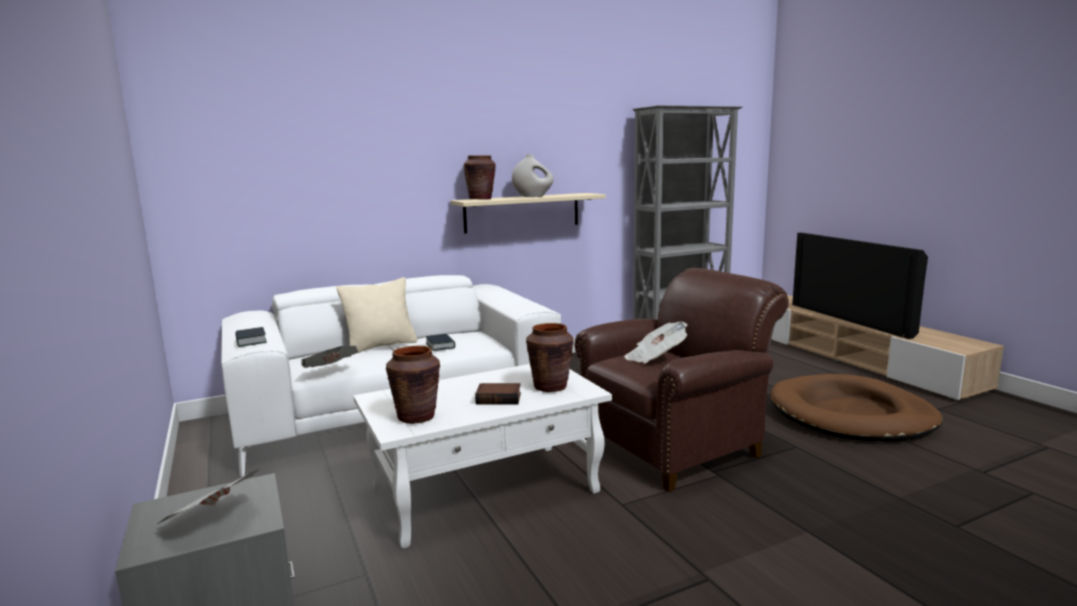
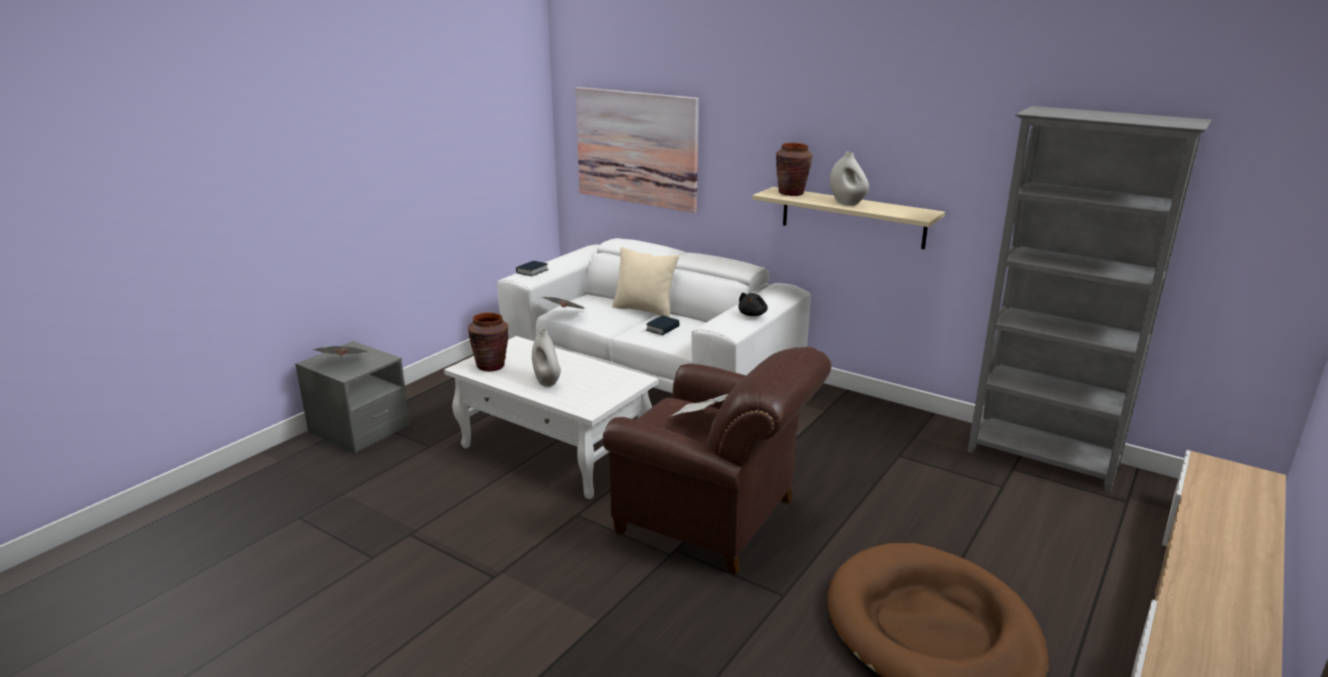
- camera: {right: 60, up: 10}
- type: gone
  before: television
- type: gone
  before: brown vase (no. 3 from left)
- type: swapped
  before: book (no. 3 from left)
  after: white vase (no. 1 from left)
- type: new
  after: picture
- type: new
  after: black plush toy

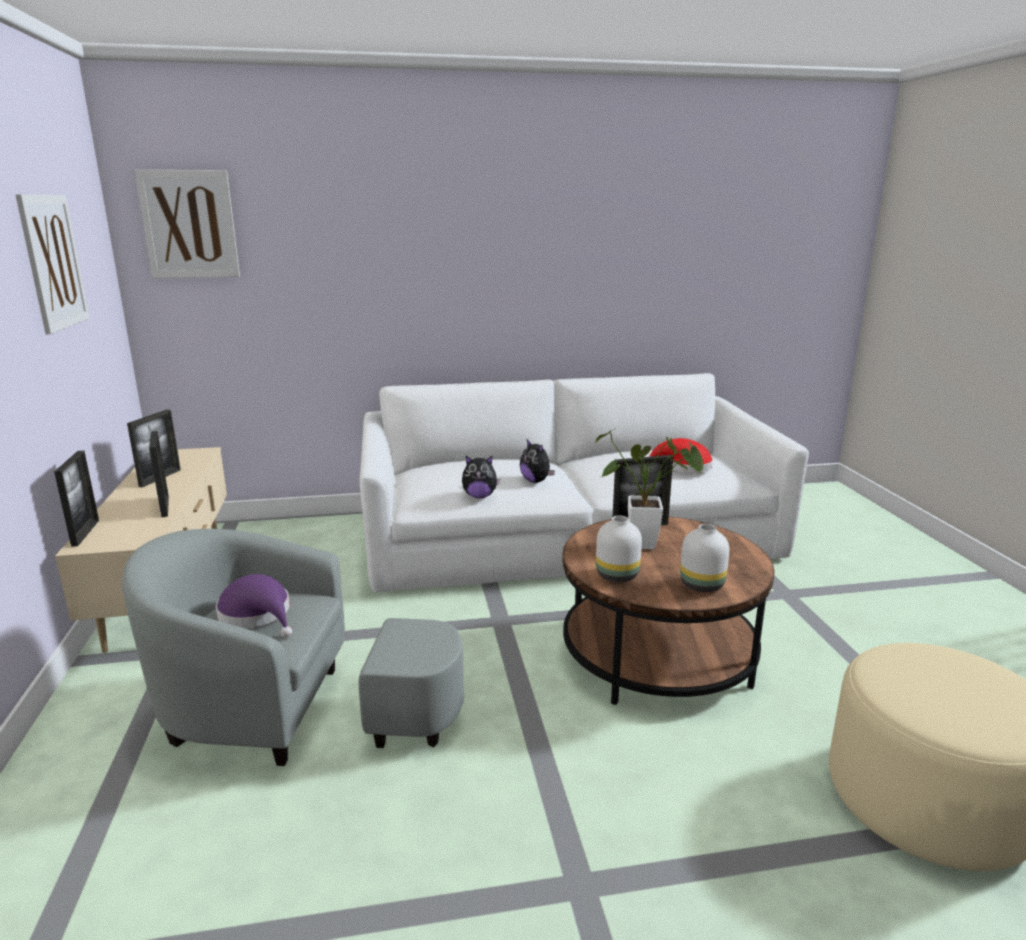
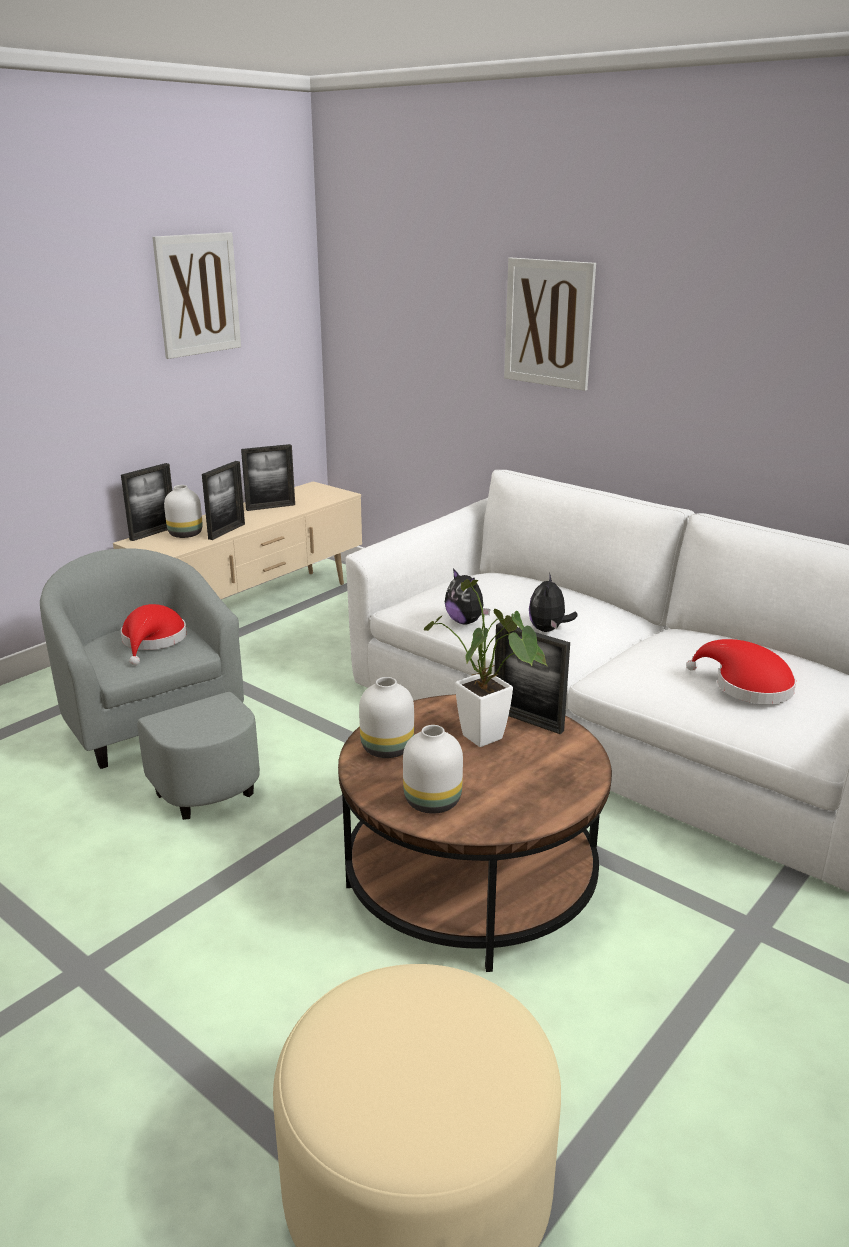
- camera: {right: 50, up: 5}
- type: shifted
  before: picture (no. 2 from left)
- type: repainted
  before: purple hat
  after: red hat (no. 1 from left)
- type: new
  after: white vase (no. 1 from left)

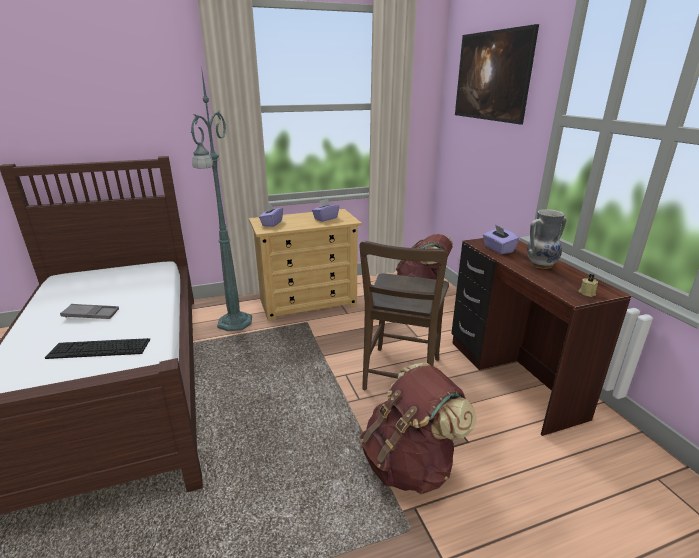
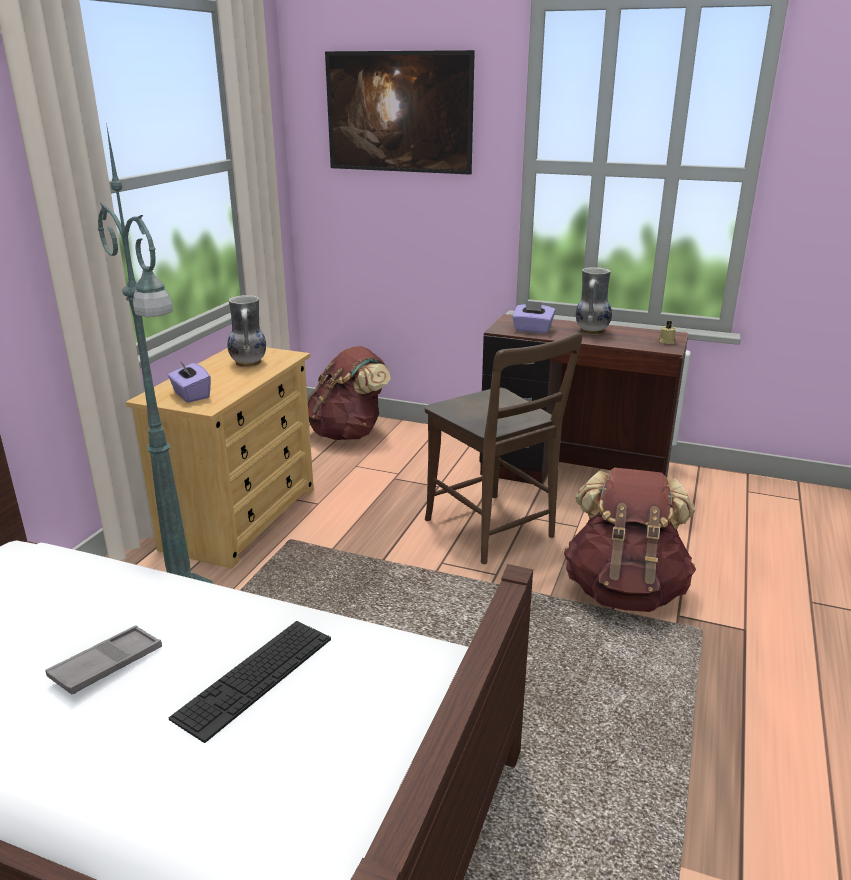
- camera: {right: -50, up: 0}
- type: swapped
  before: purple tissue box (no. 2 from left)
  after: vase (no. 1 from left)

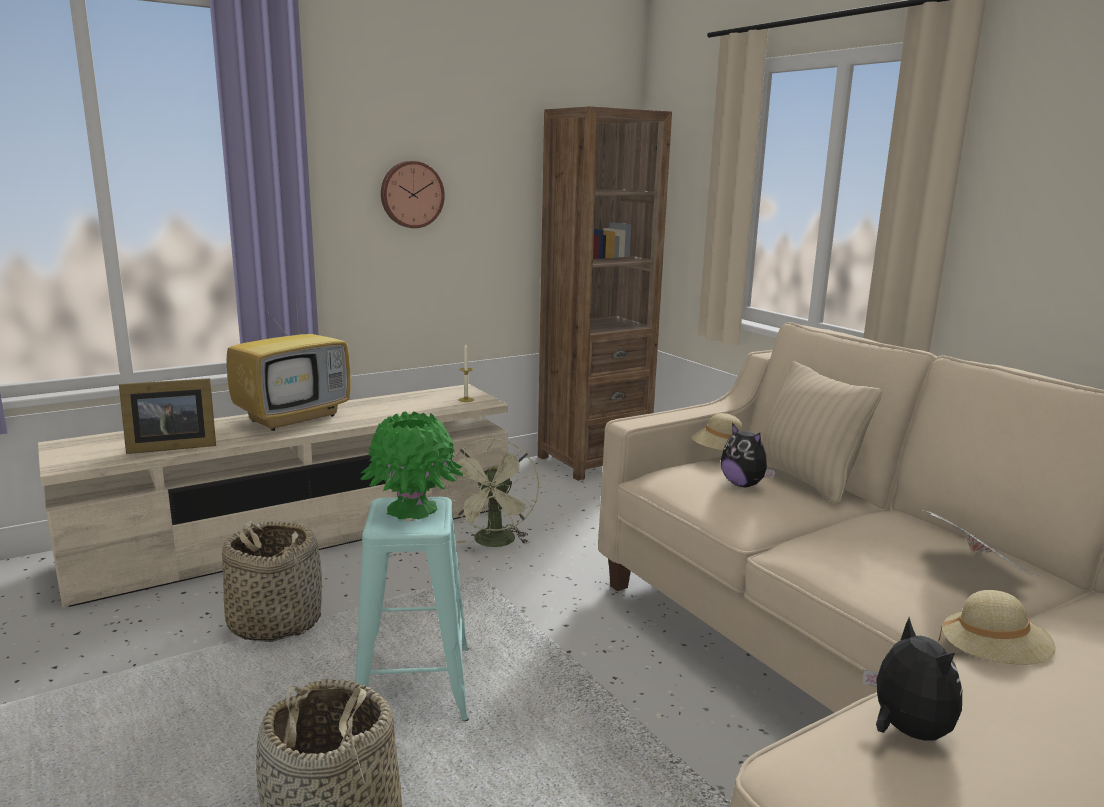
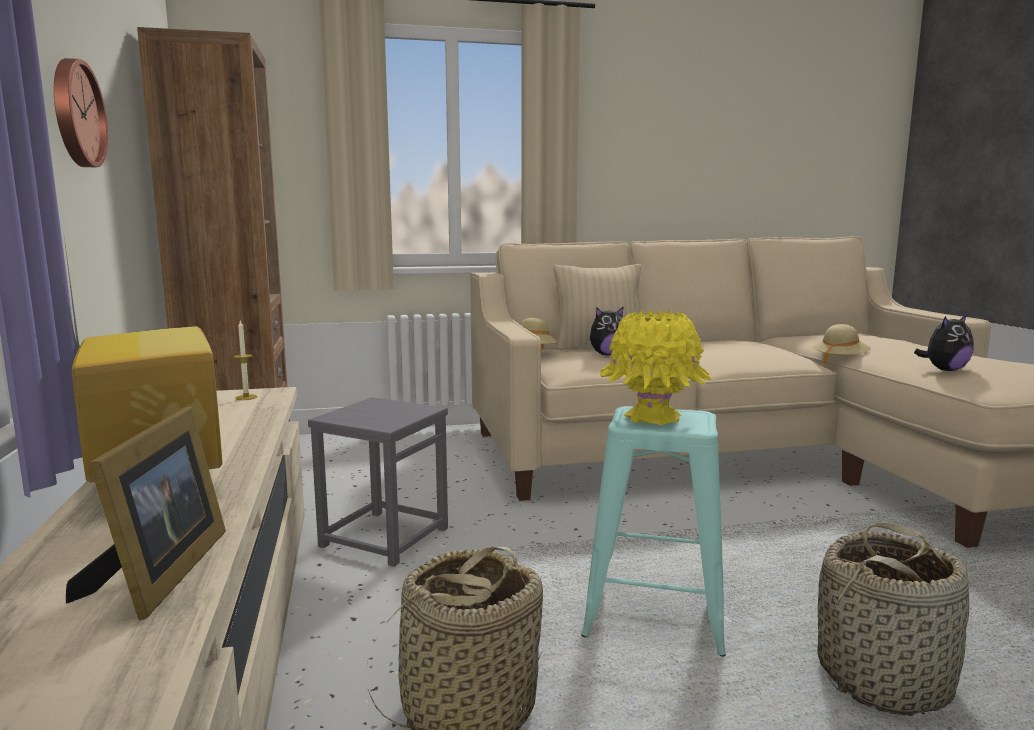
- camera: {right: -70, up: -5}
- type: repainted
  before: green vase
  after: yellow vase
- type: swapped
  before: green fan
  after: grey stool
- type: gone
  before: newspaper
- type: rotated
  before: plush toy (no. 2 from left)
  turn: 150

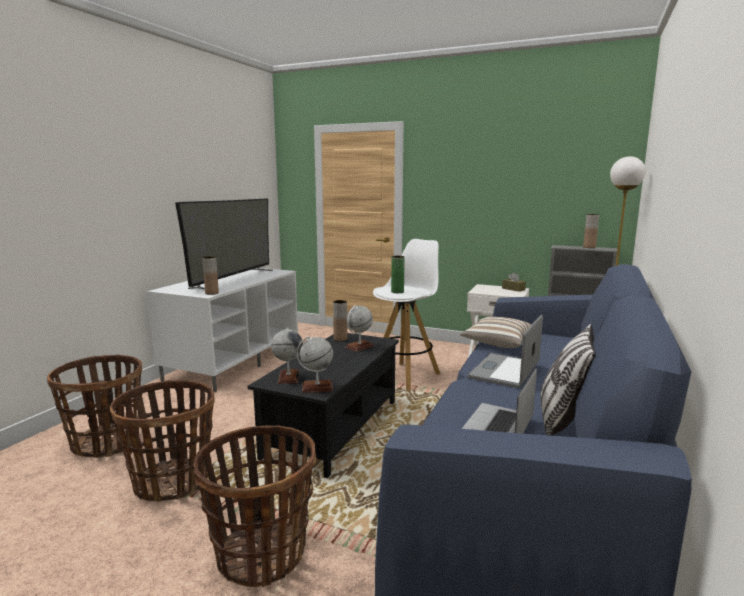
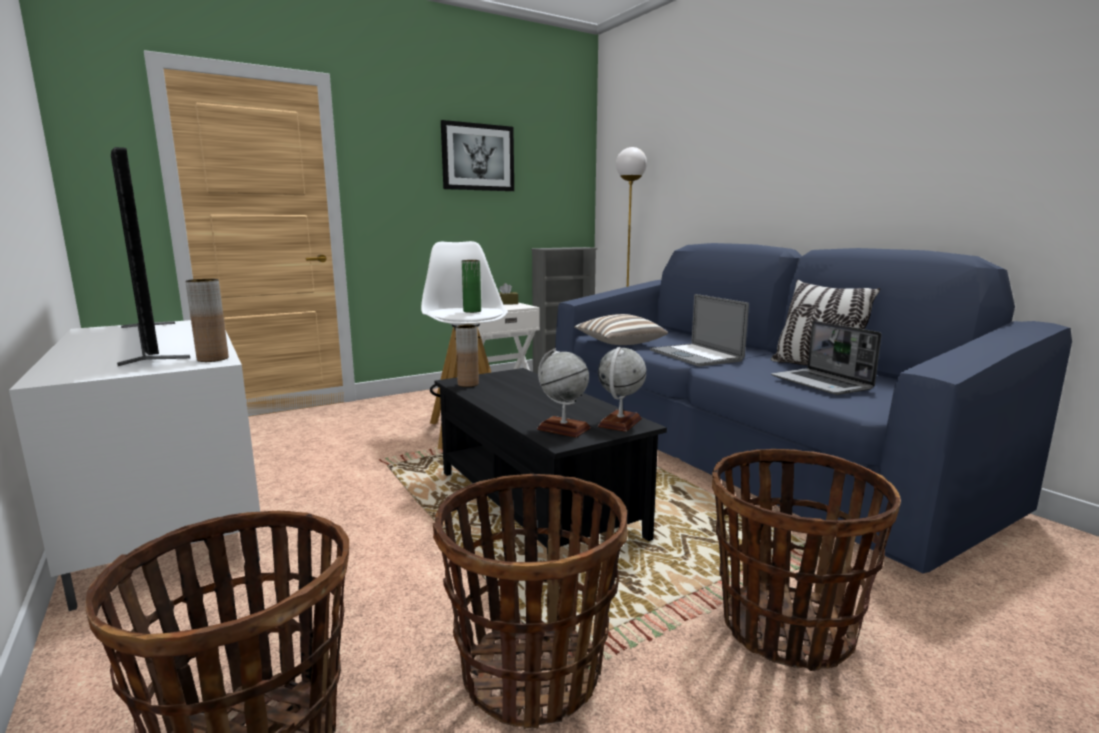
- camera: {right: -55, up: 0}
- type: gone
  before: brown vase (no. 3 from left)
- type: gone
  before: globe (no. 3 from left)
- type: new
  after: picture

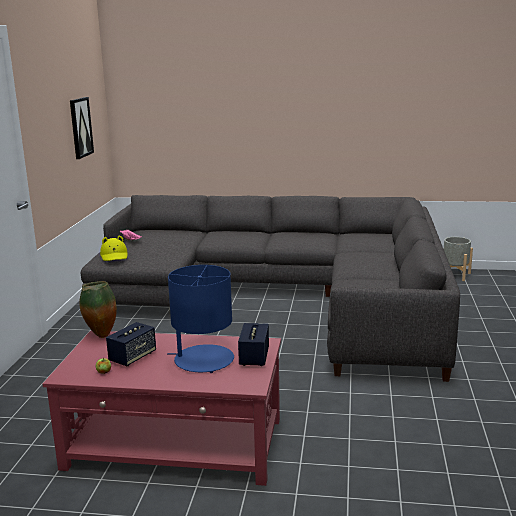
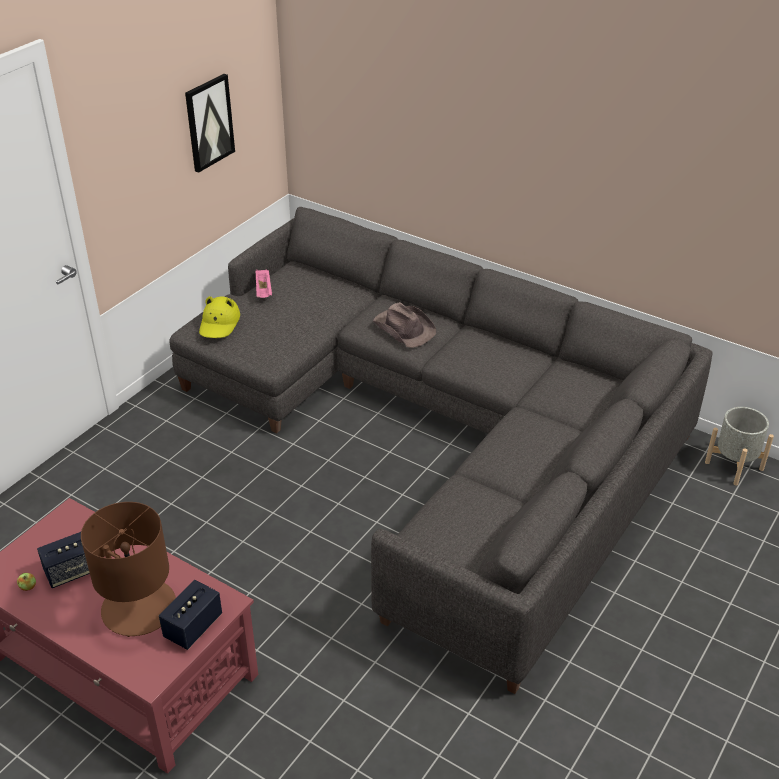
- camera: {right: 25, up: 20}
- type: repainted
  before: blue table lamp
  after: brown table lamp
- type: gone
  before: vase
- type: new
  after: brown hat

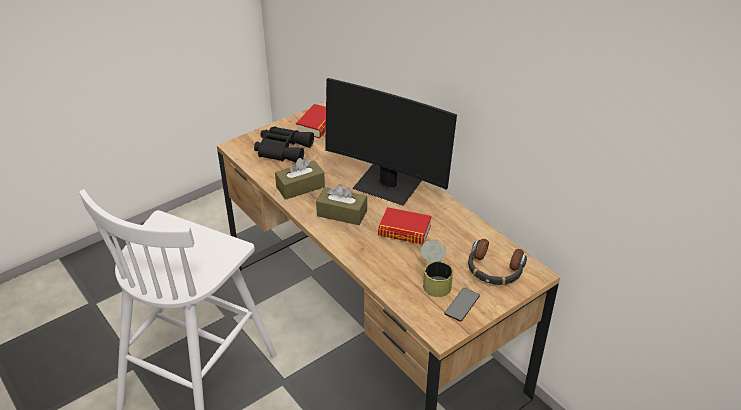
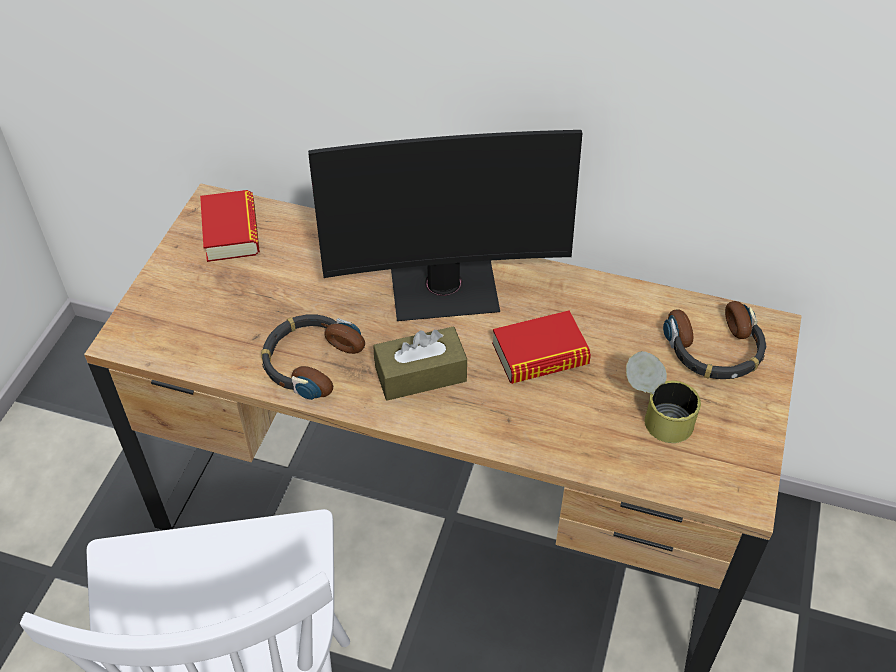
- camera: {right: -35, up: 10}
- type: gone
  before: black binoculars
- type: swapped
  before: brown tissue box (no. 1 from left)
  after: headphones (no. 1 from left)
- type: gone
  before: phone

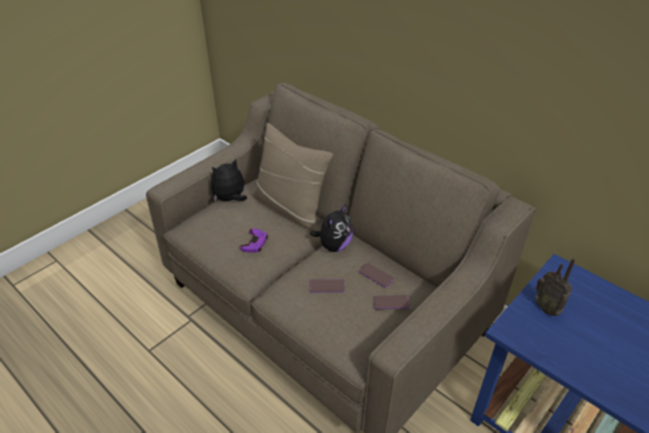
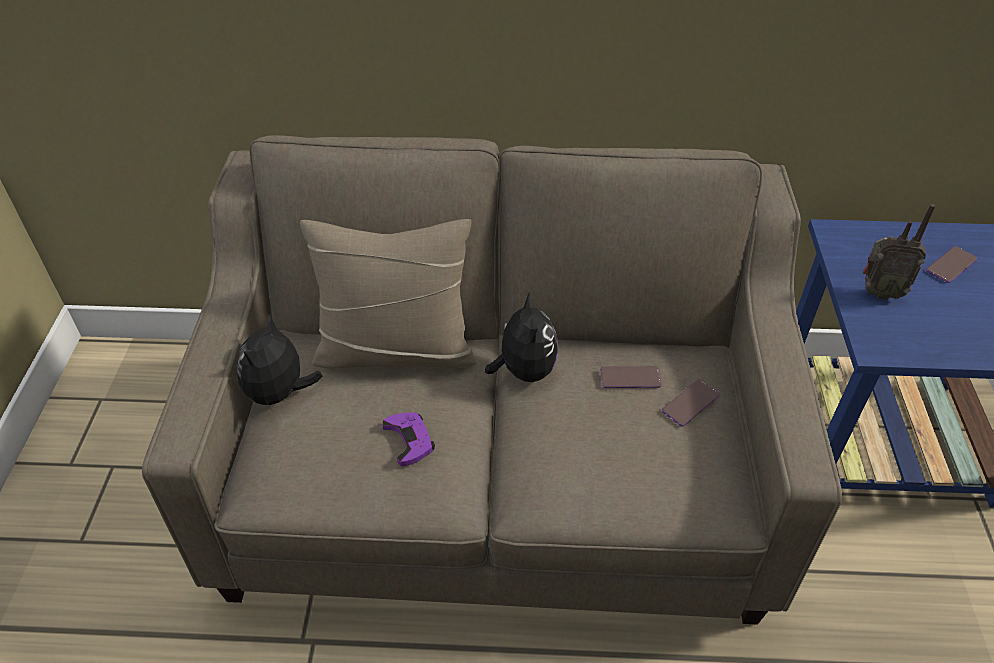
- camera: {right: -40, up: 5}
- type: shifted
  before: phone (no. 1 from left in the first image)
  after: phone (no. 3 from left)

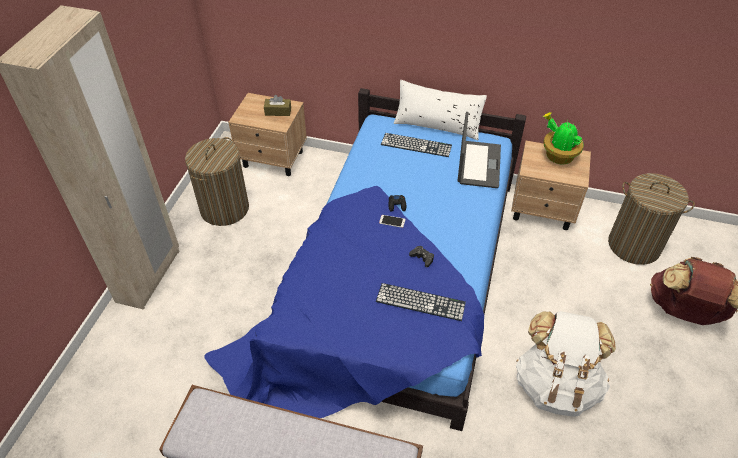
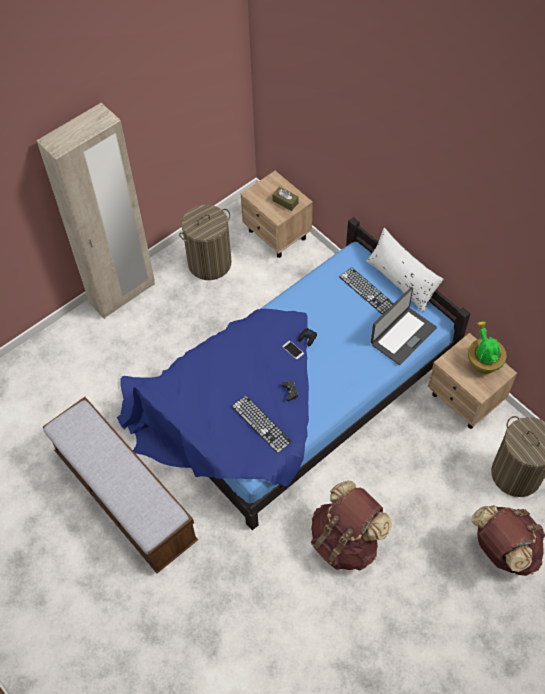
- camera: {right: 35, up: 10}
- type: repainted
  before: white backpack
  after: brown backpack (no. 1 from left)

